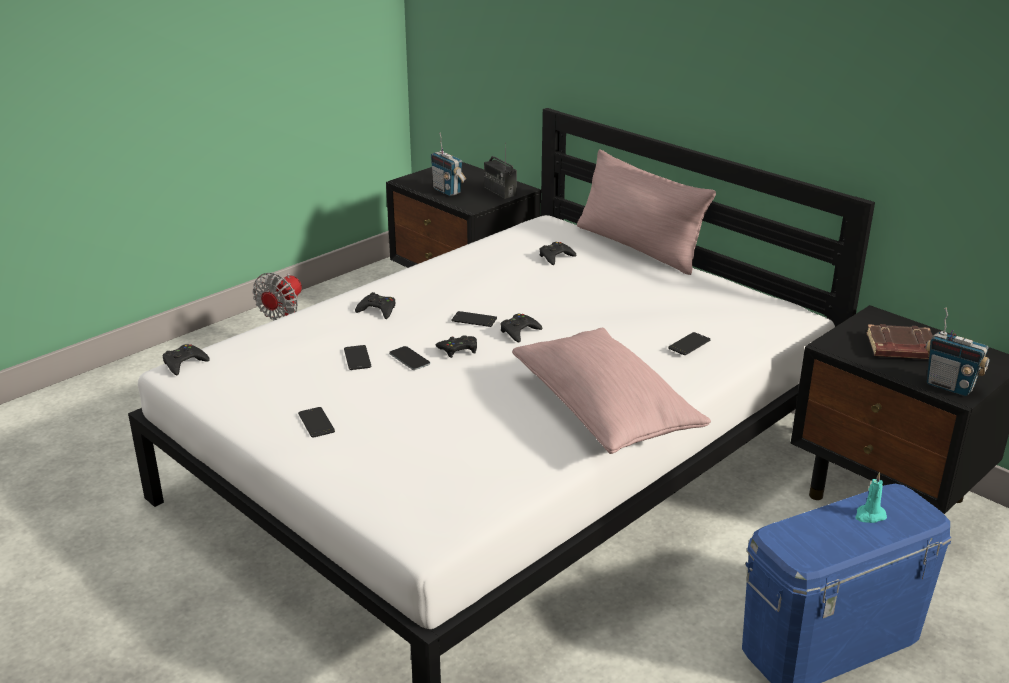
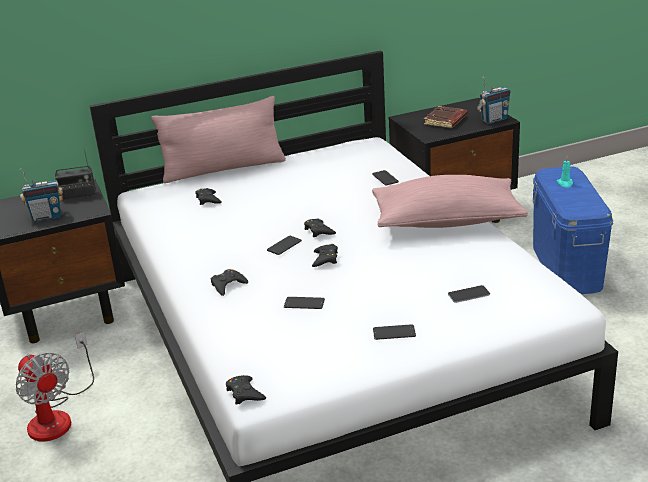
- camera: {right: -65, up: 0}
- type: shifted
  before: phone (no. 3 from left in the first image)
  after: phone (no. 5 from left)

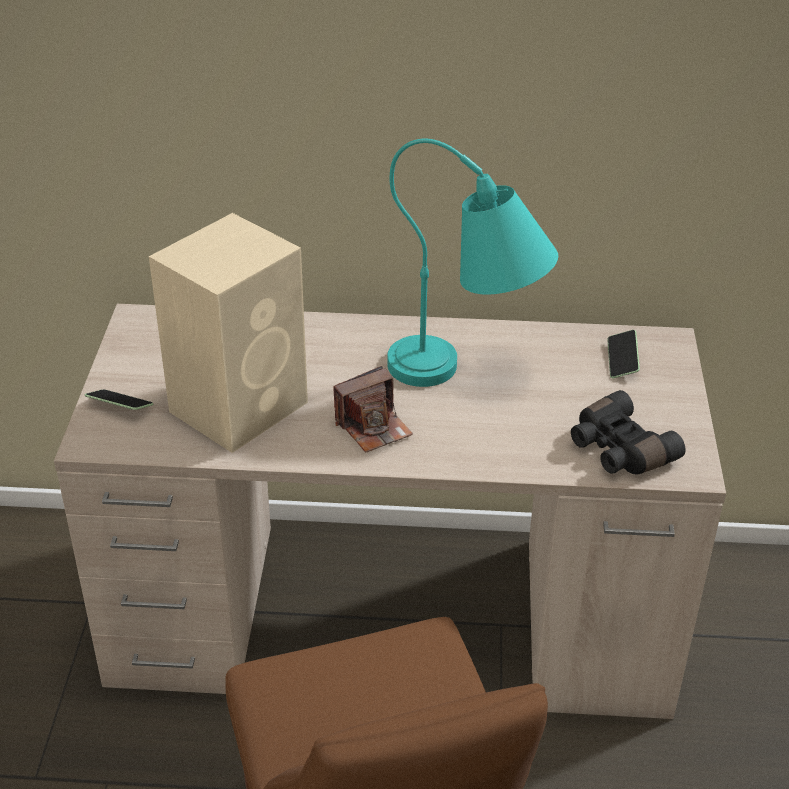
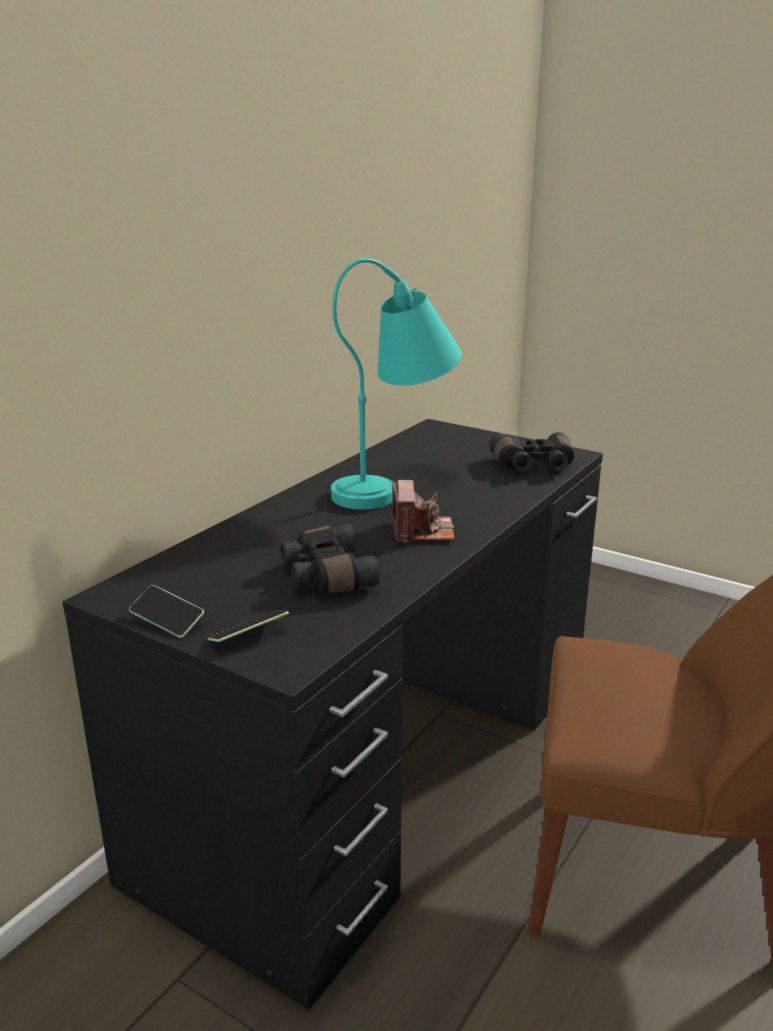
- camera: {right: -60, up: -15}
- type: swapped
  before: beige speaker
  after: black binoculars (no. 1 from left)
- type: repainted
  before: beige desk
  after: black desk
- type: shifted
  before: phone (no. 2 from left in the first image)
  after: phone (no. 1 from left)

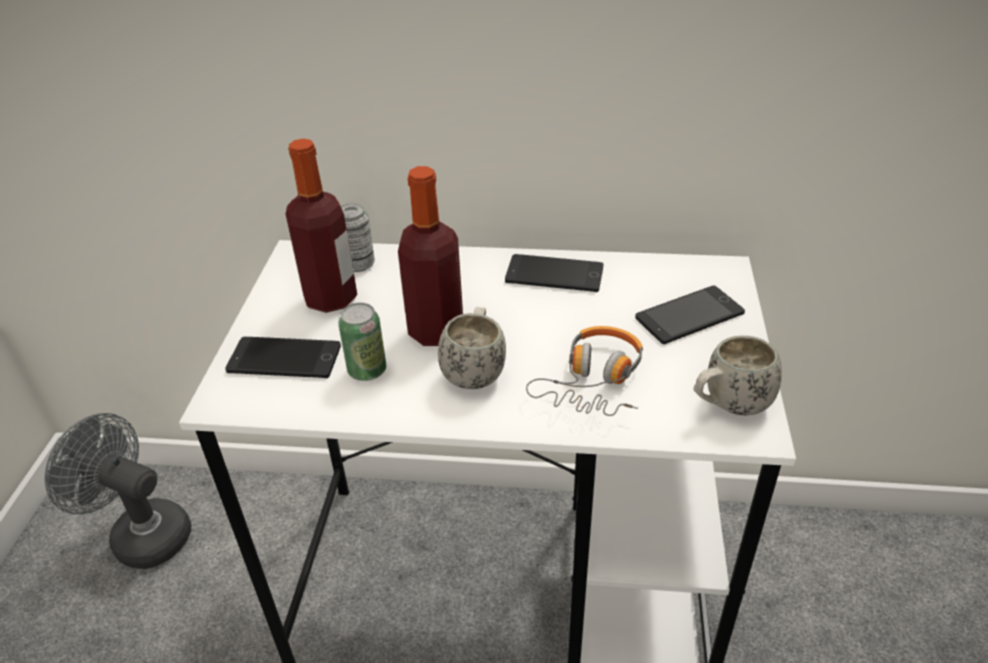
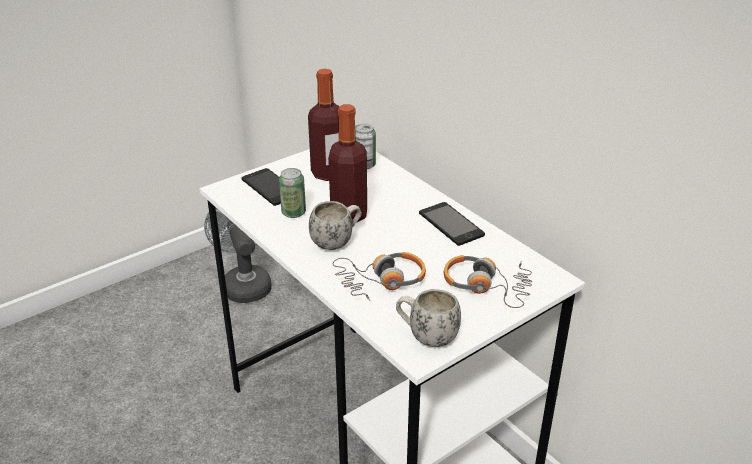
- camera: {right: 45, up: -5}
- type: swapped
  before: phone (no. 3 from left)
  after: headphones (no. 2 from left)

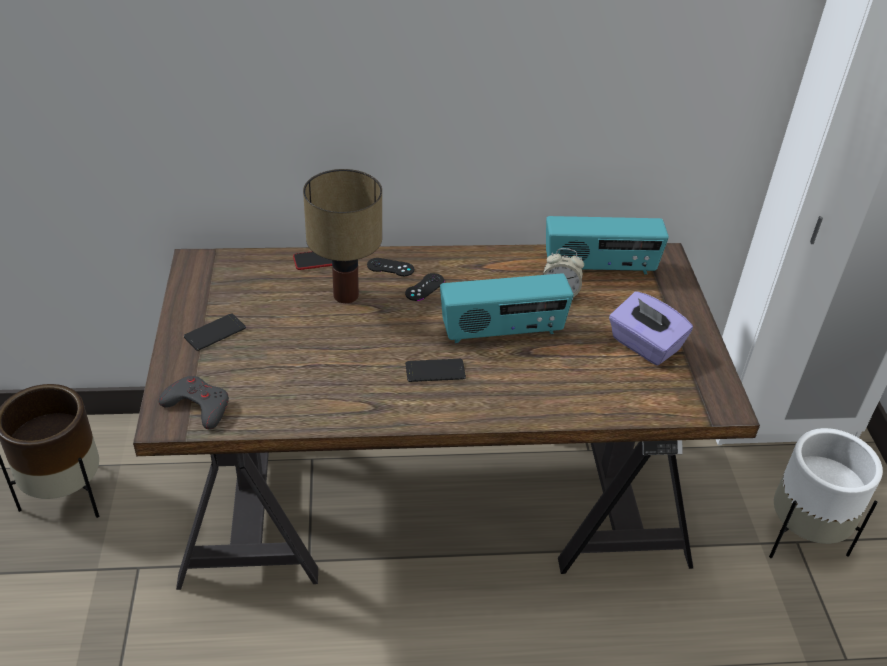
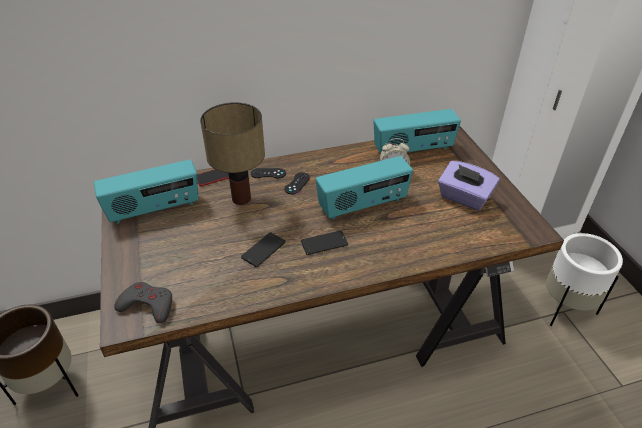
- camera: {right: -10, up: 0}
- type: shifted
  before: phone (no. 1 from left in the first image)
  after: phone (no. 2 from left)
- type: new
  after: radio (no. 1 from left)

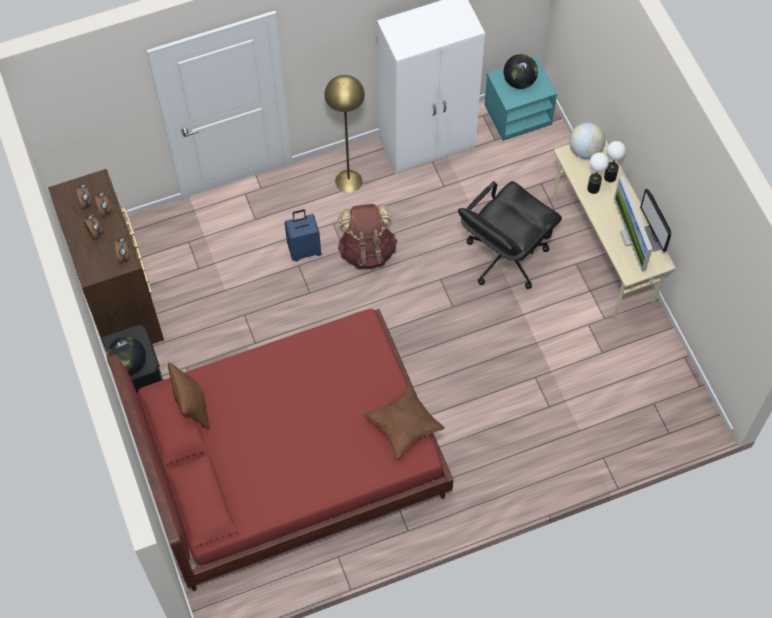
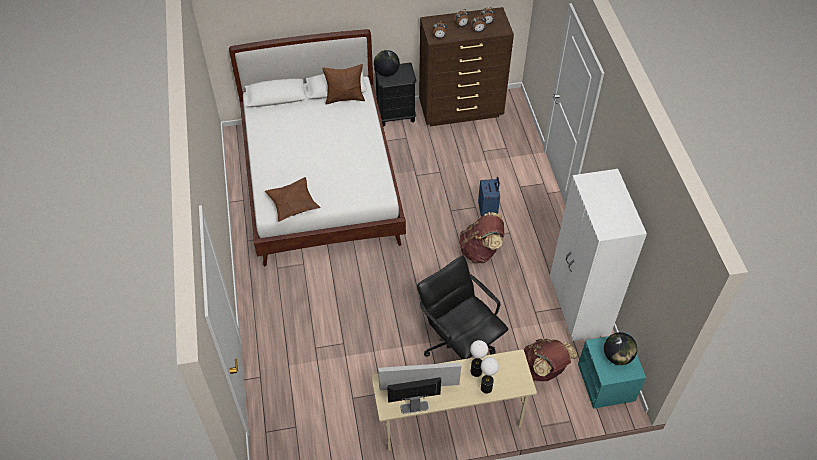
- camera: {right: 100, up: -10}
- type: gone
  before: yellow floor lamp
- type: gone
  before: globe (no. 3 from left)
- type: repainted
  before: red bed
  after: white bed
- type: new
  after: brown backpack (no. 2 from left)

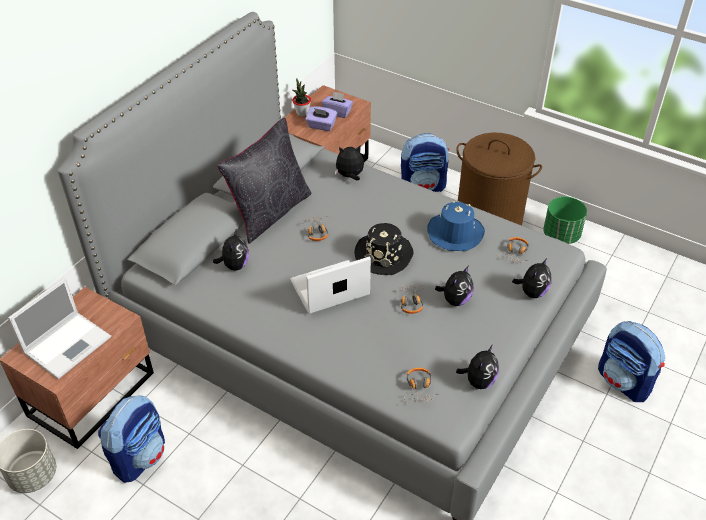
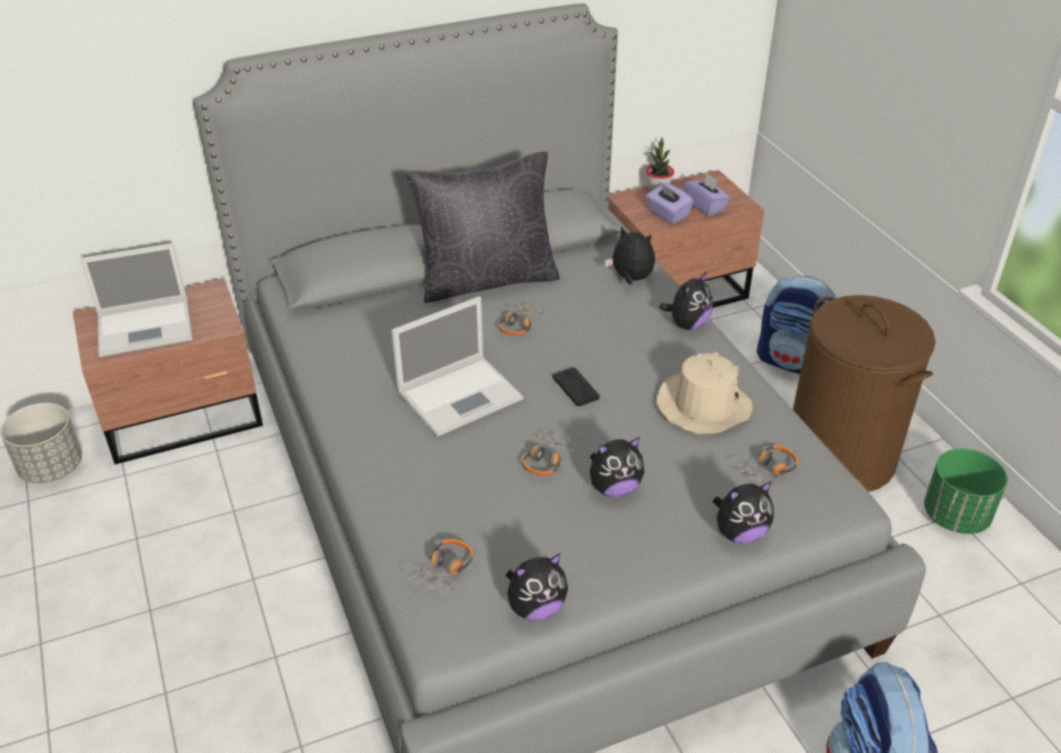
- camera: {right: 35, up: -5}
- type: repainted
  before: blue hat
  after: beige hat
- type: swapped
  before: black hat
  after: black game controller
- type: shifted
  before: plush toy (no. 1 from left in the first image)
  after: plush toy (no. 4 from left)
- type: rotated
  before: laptop (no. 2 from left)
  turn: 135
- type: gone
  before: backpack (no. 1 from left)

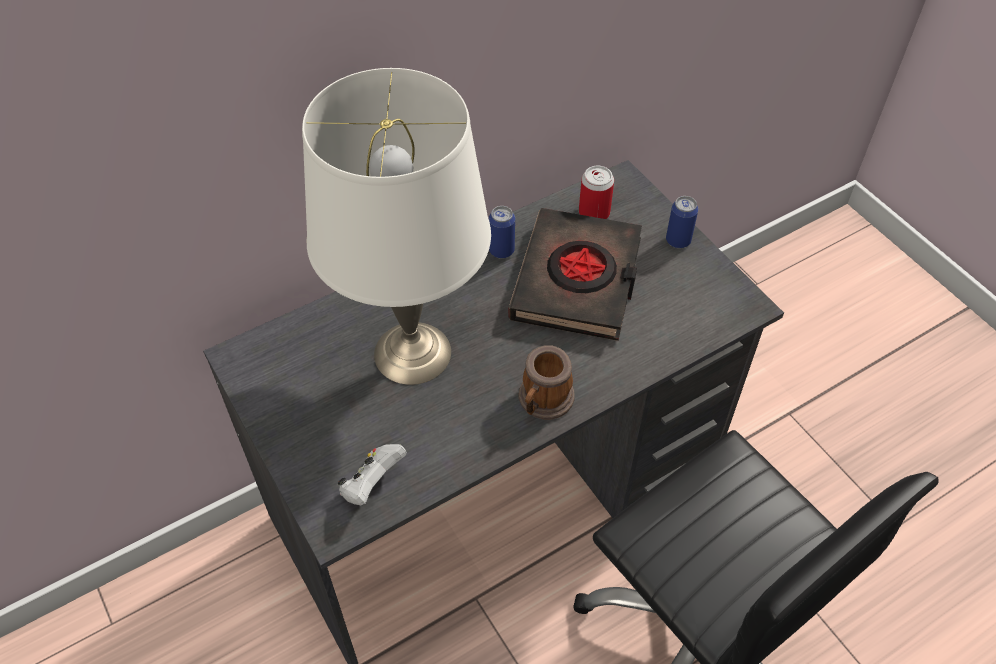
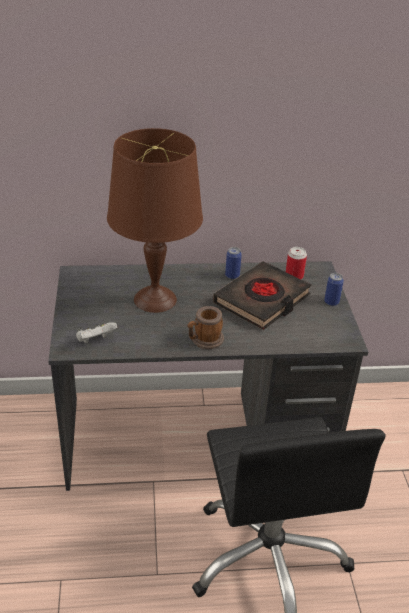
- camera: {right: 25, up: -15}
- type: repainted
  before: white table lamp
  after: brown table lamp

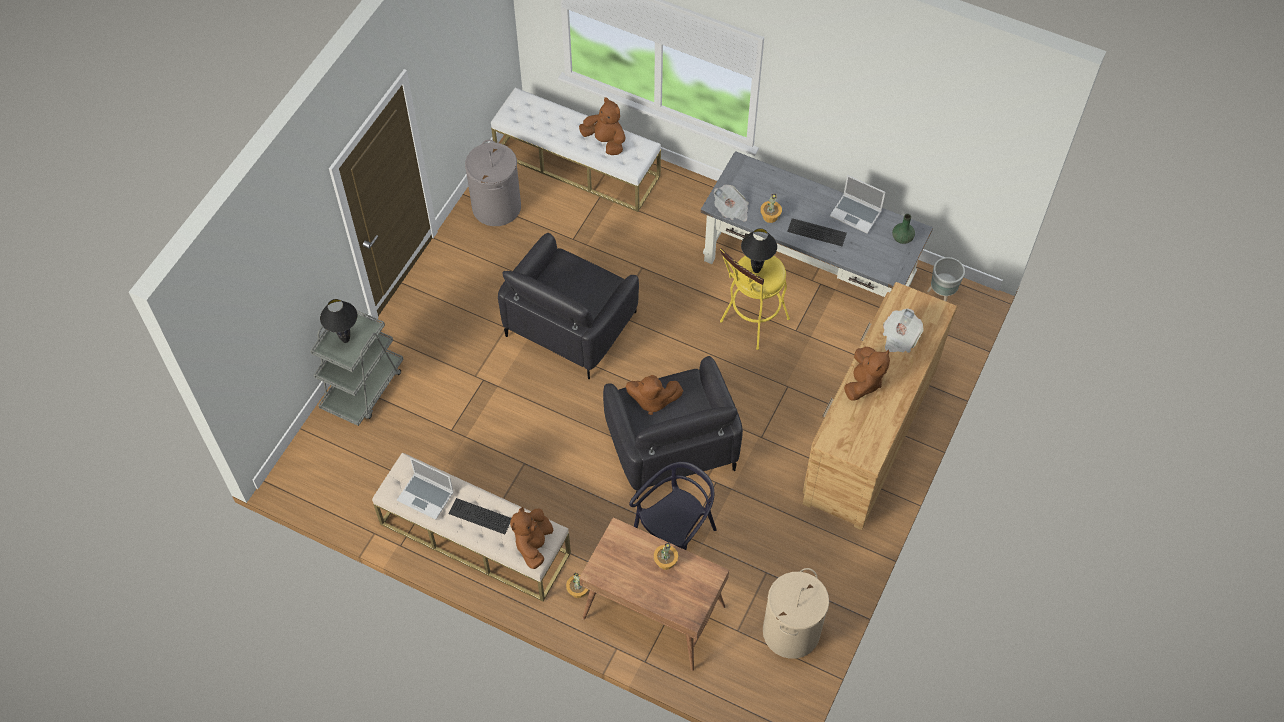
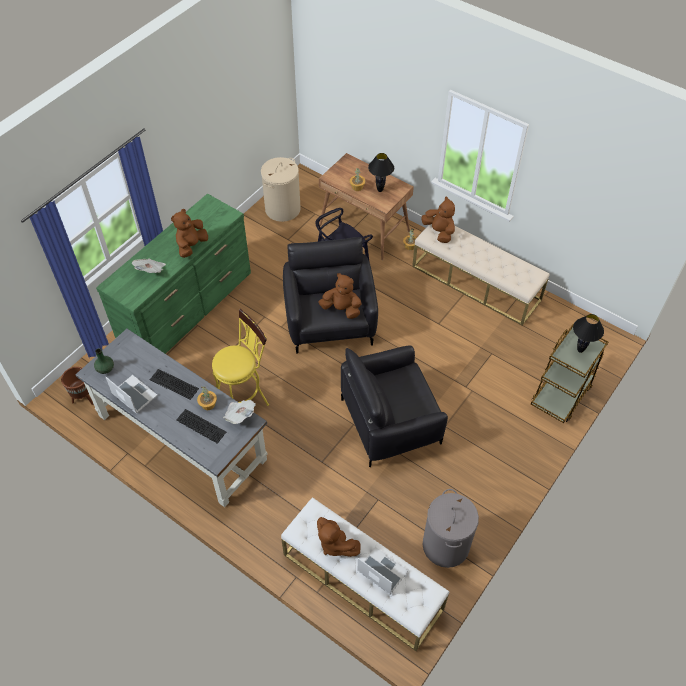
- camera: {right: -170, up: -5}
- type: shifted
  before: black table lamp (no. 2 from left in the first image)
  after: black table lamp (no. 1 from left)
- type: rotated
  before: black armchair (no. 1 from left in the first image)
  turn: -150
- type: repainted
  before: grey planter
  after: brown planter
- type: repainted
  before: brown dresser
  after: green dresser
- type: repainted
  before: grey cart
  after: brown cart
- type: shifted
  before: laptop (no. 1 from left in the first image)
  after: laptop (no. 2 from left)
- type: shifted
  before: keyboard (no. 1 from left in the first image)
  after: keyboard (no. 2 from left)
- type: rotated
  before: brown plush toy (no. 1 from left in the first image)
  turn: -60

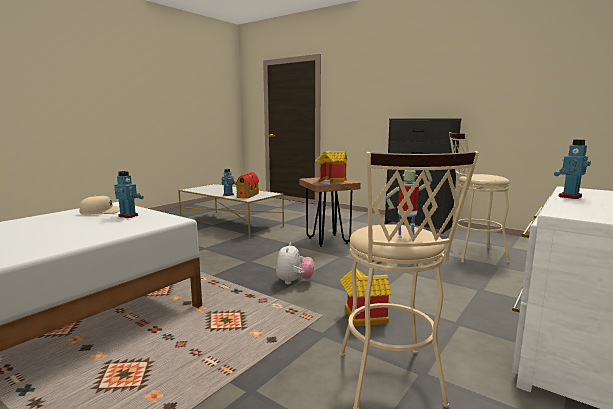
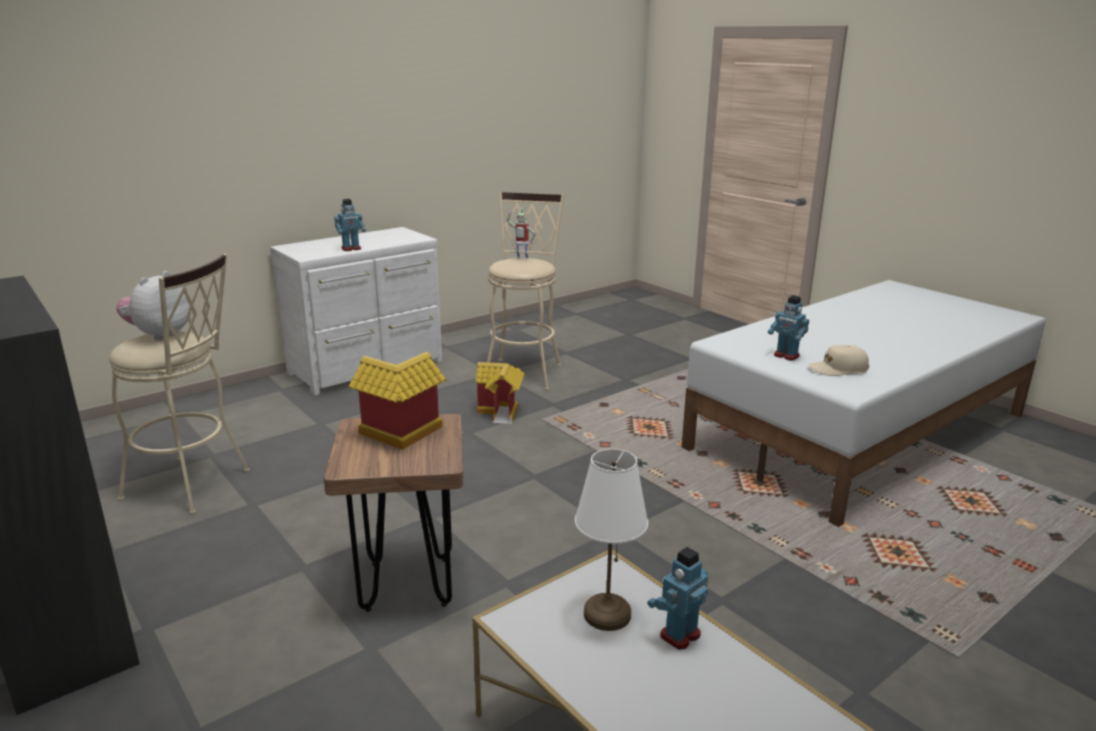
- camera: {right: -165, up: 10}
- type: swapped
  before: toy house (no. 1 from left)
  after: white table lamp
- type: shifted
  before: plush toy

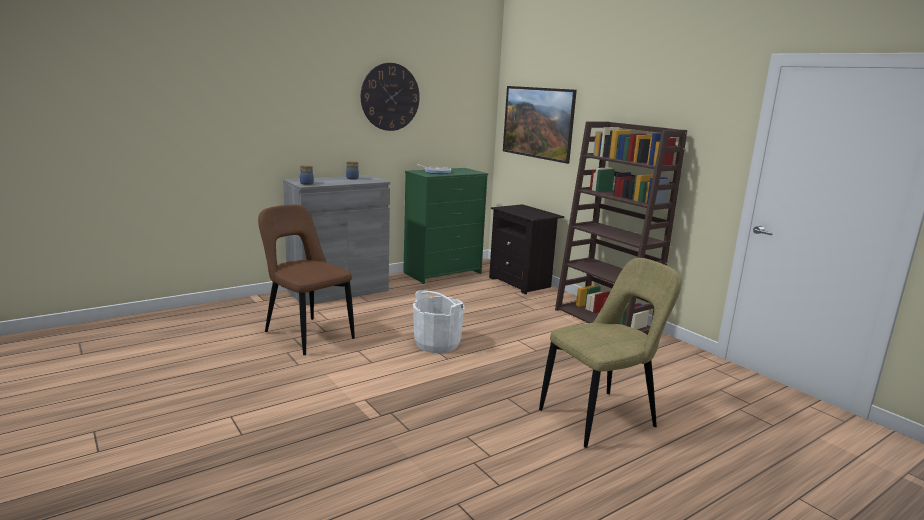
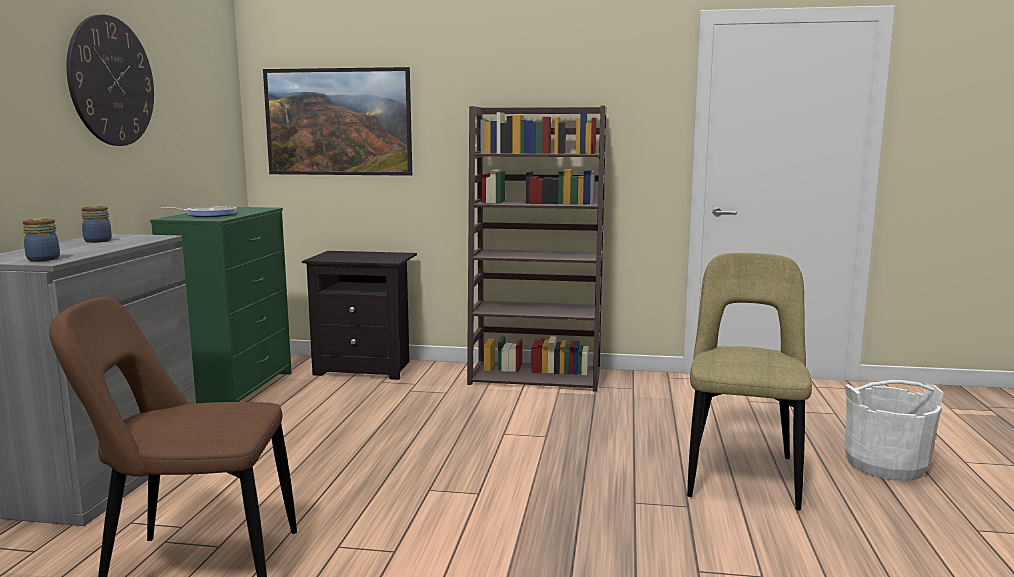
- camera: {right: -45, up: -5}
- type: shifted
  before: white bucket

